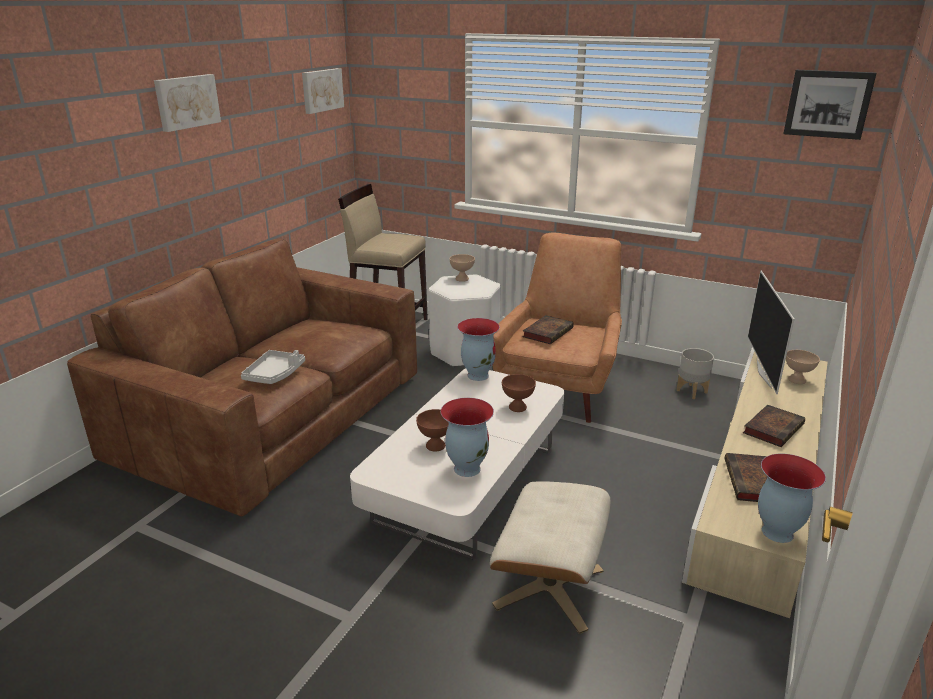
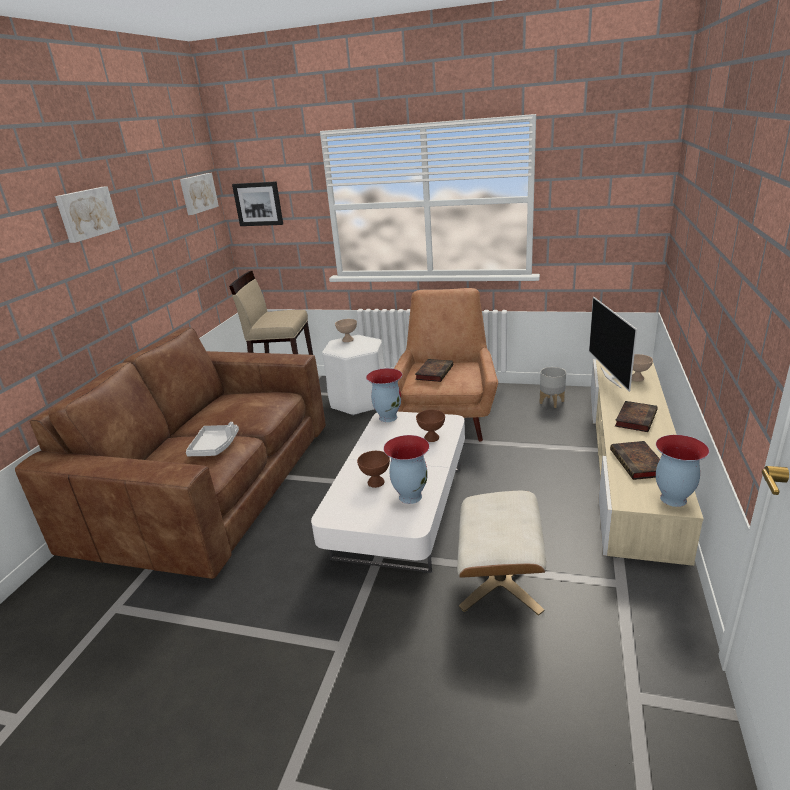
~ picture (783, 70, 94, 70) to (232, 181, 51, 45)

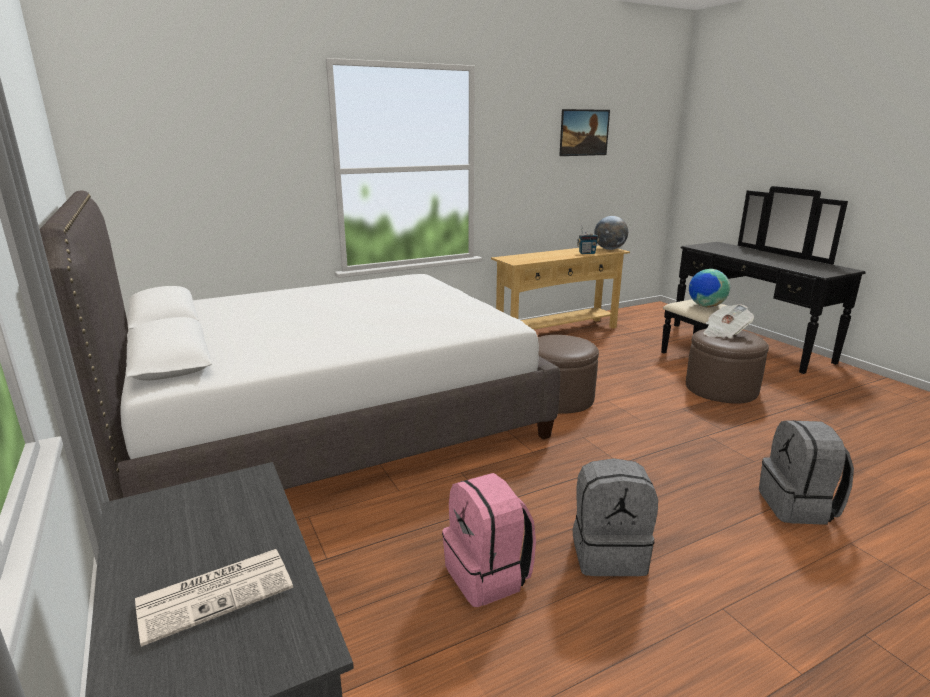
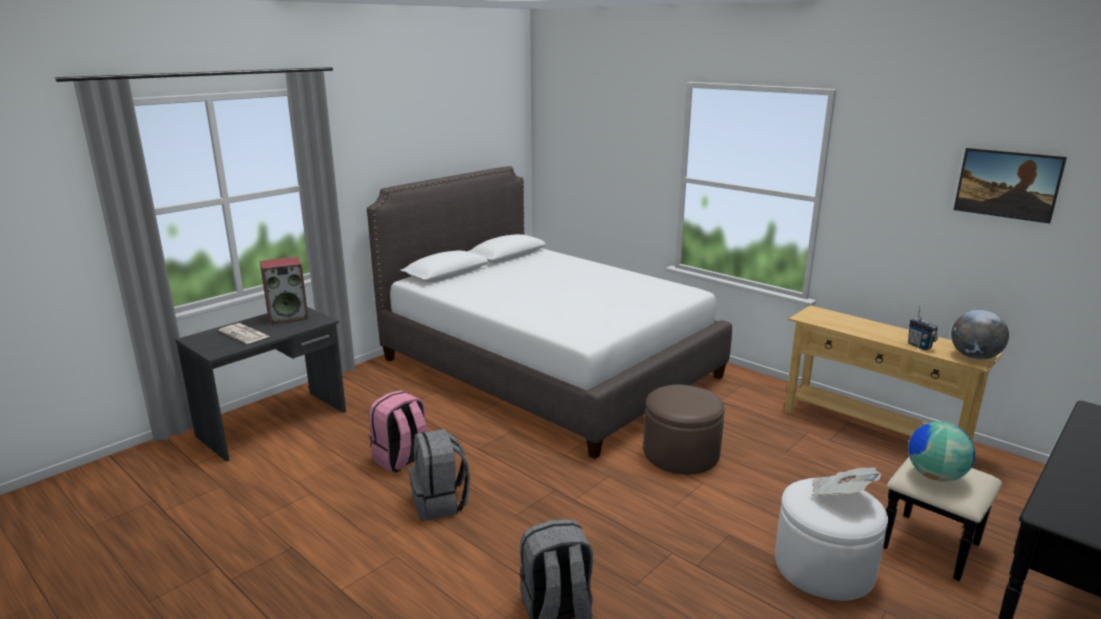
+ speaker (260, 257, 49, 68)
~ ottoman in brown (686, 329, 83, 75) to ottoman in white (775, 478, 113, 123)

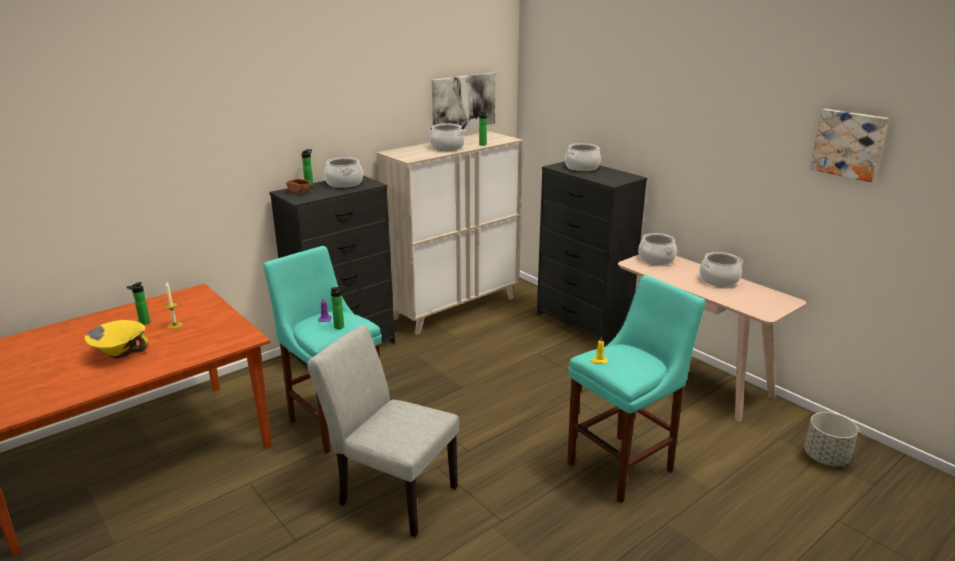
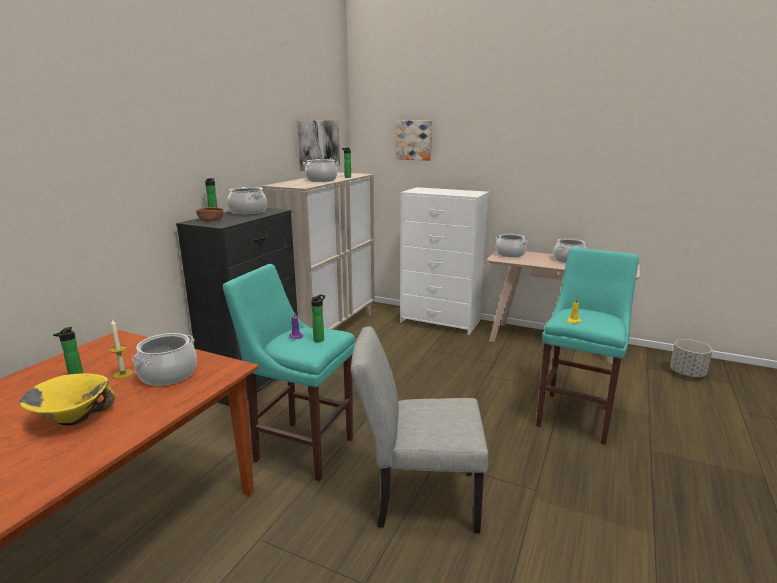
~ stockpot (565, 143, 36, 28) to (132, 333, 65, 53)
~ picture (810, 109, 79, 73) to (396, 121, 36, 40)
~ dresser in black (537, 161, 110, 183) to dresser in white (400, 187, 89, 148)

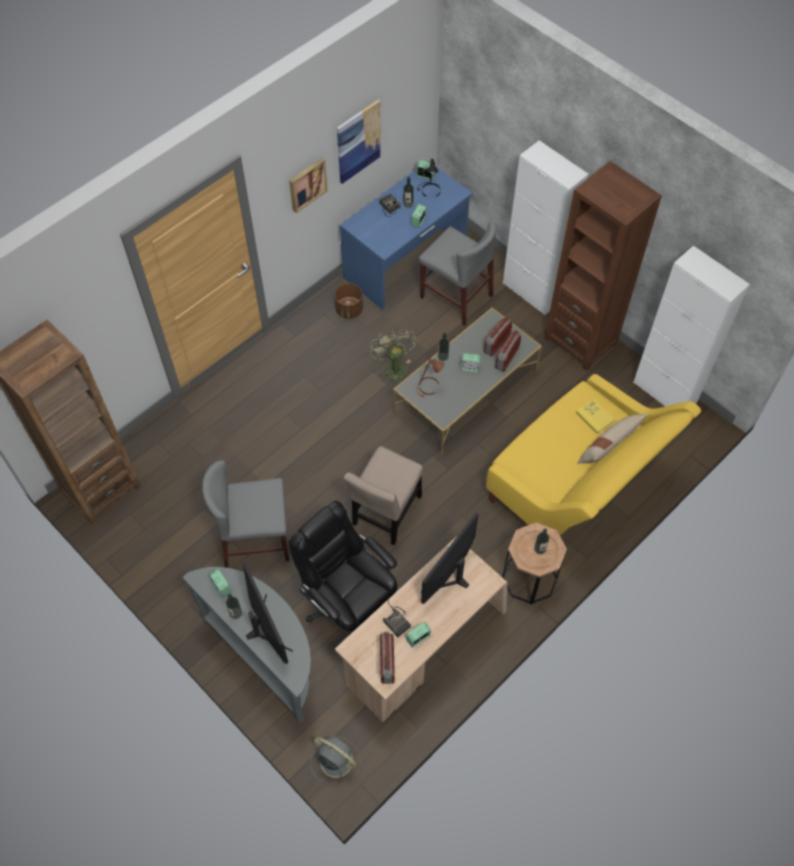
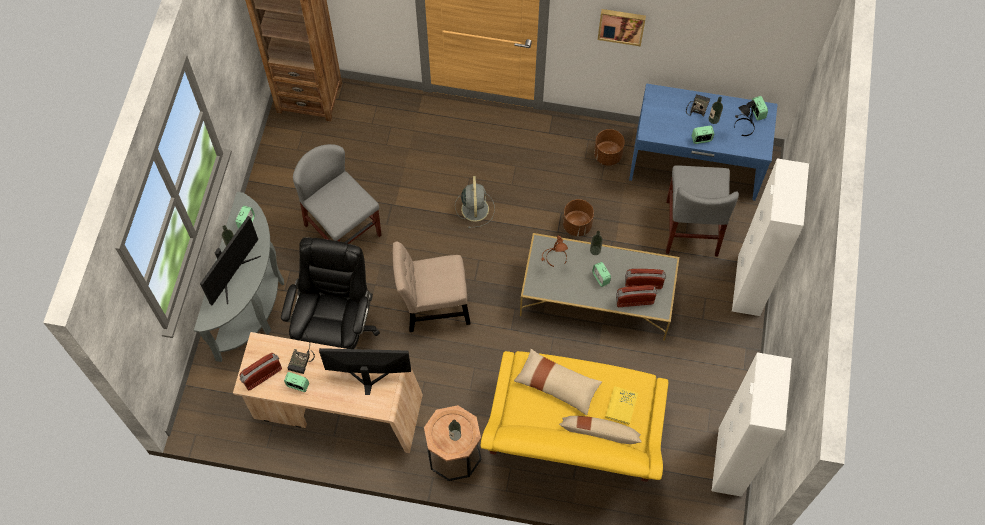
- picture (337, 99, 44, 85)
- bookcase in brown (545, 161, 117, 210)
+ pillow in sand-coloured (514, 349, 88, 66)
~ electric fan in greyish (311, 736, 50, 47) to (455, 176, 40, 52)
~ electric fan in greenish (370, 328, 47, 56) to plant pot in brown (563, 199, 31, 37)

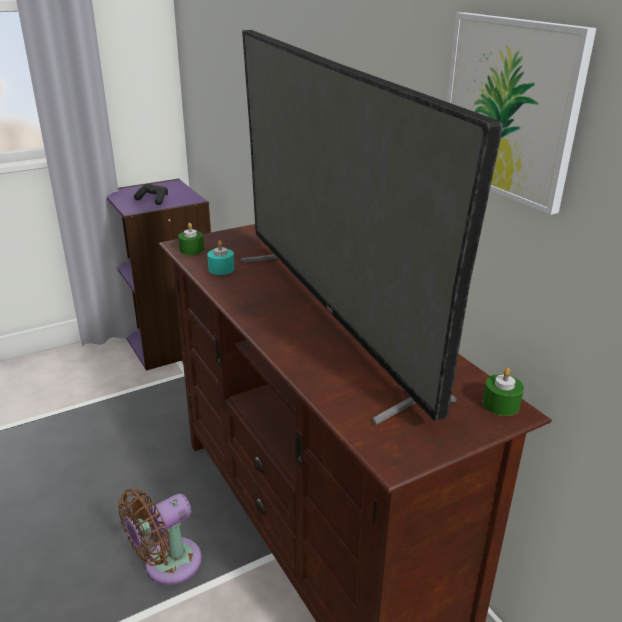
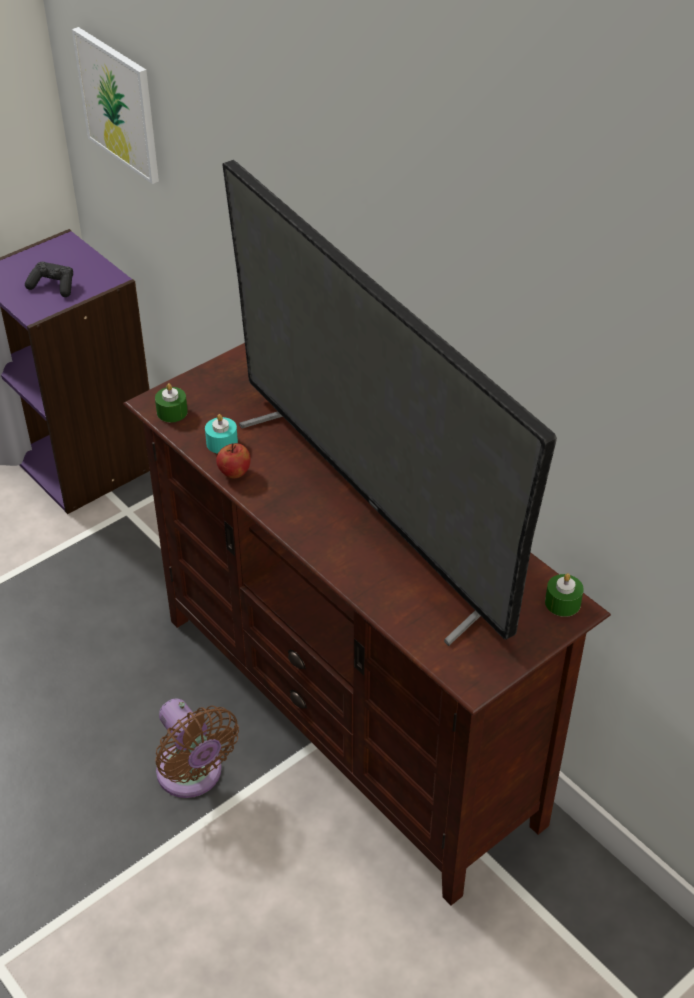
+ apple (216, 443, 35, 35)
~ picture (447, 12, 149, 203) to (72, 27, 87, 157)
~ electric fan in brown (118, 488, 84, 97) = (155, 699, 84, 99) 75 degrees counterclockwise

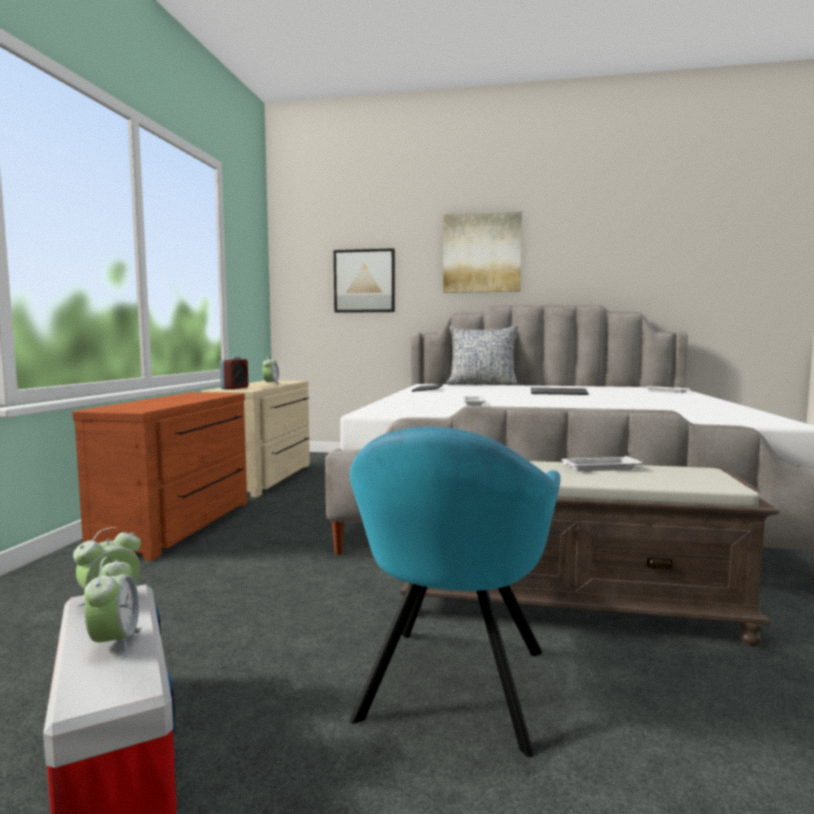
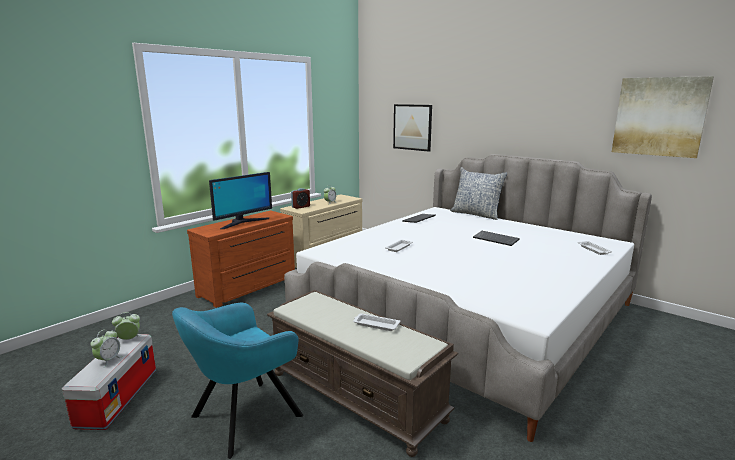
+ computer display (209, 172, 63, 57)
~ picture (443, 211, 79, 82) to (612, 76, 102, 82)

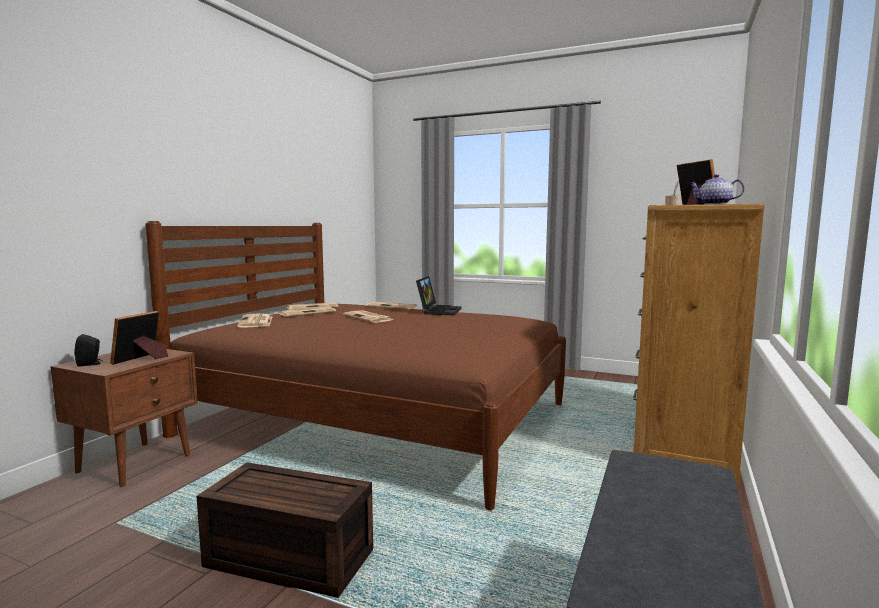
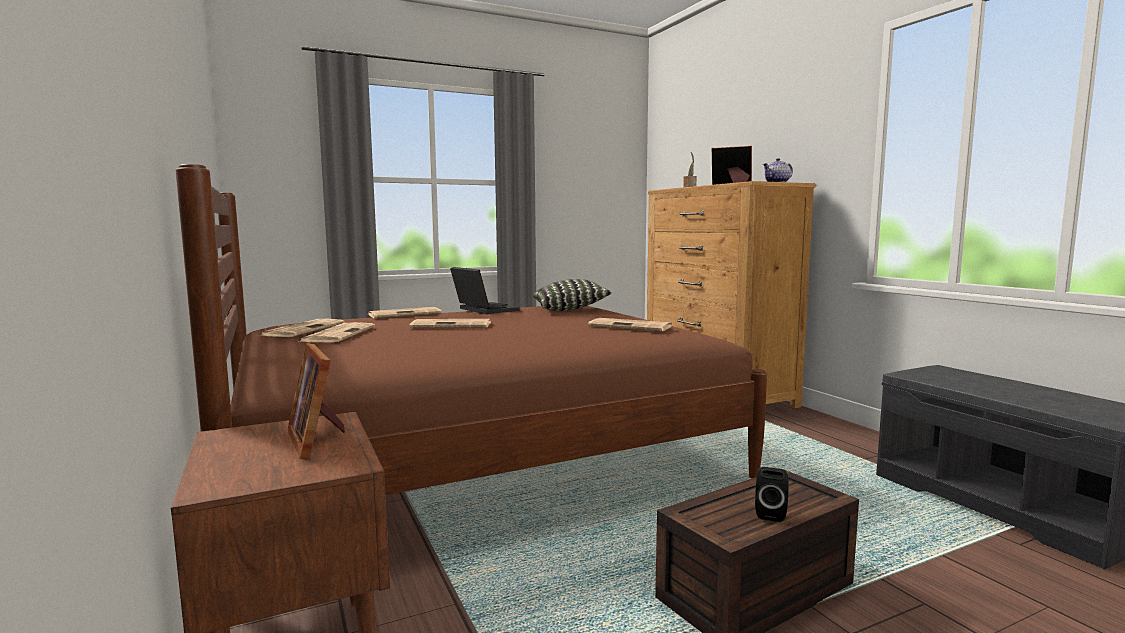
+ pillow (533, 279, 79, 32)
~ speaker in black (74, 334, 29, 33) to (755, 467, 34, 55)
~ printed paper (237, 314, 35, 14) to (588, 318, 84, 13)

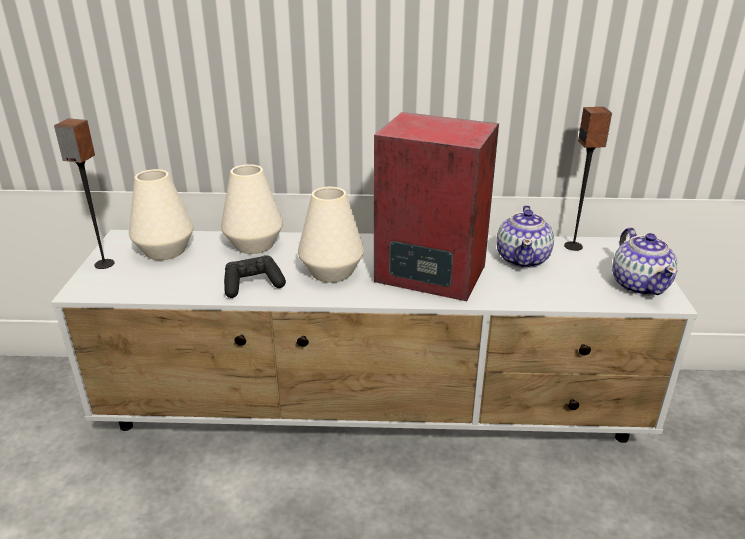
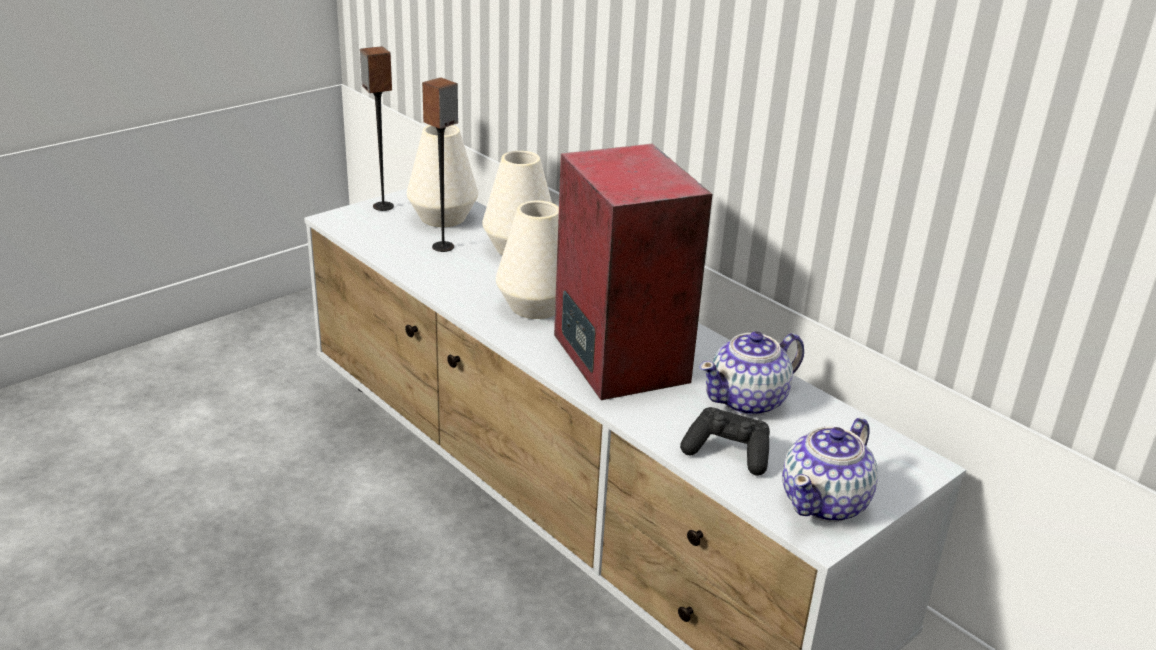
~ joypad in black (224, 255, 62, 43) to (680, 407, 90, 69)
~ speaker (564, 107, 48, 144) to (422, 77, 36, 175)

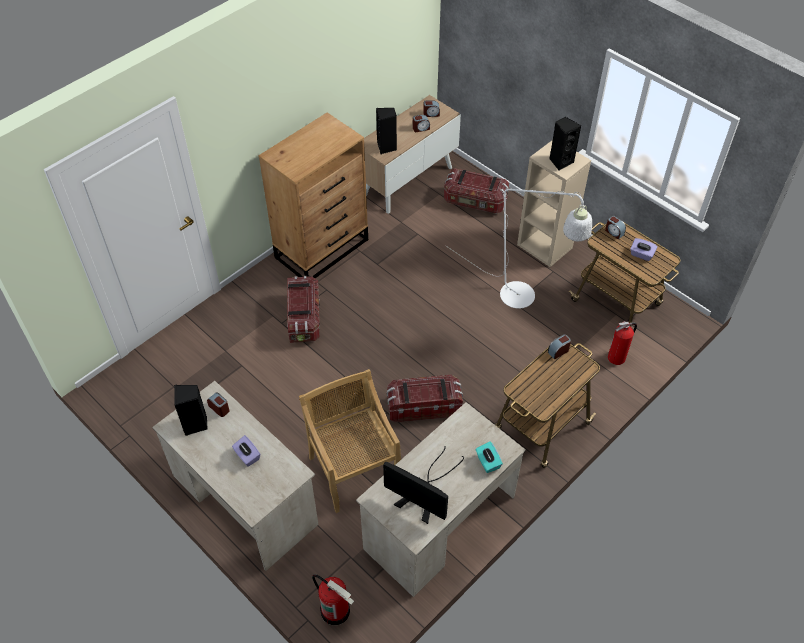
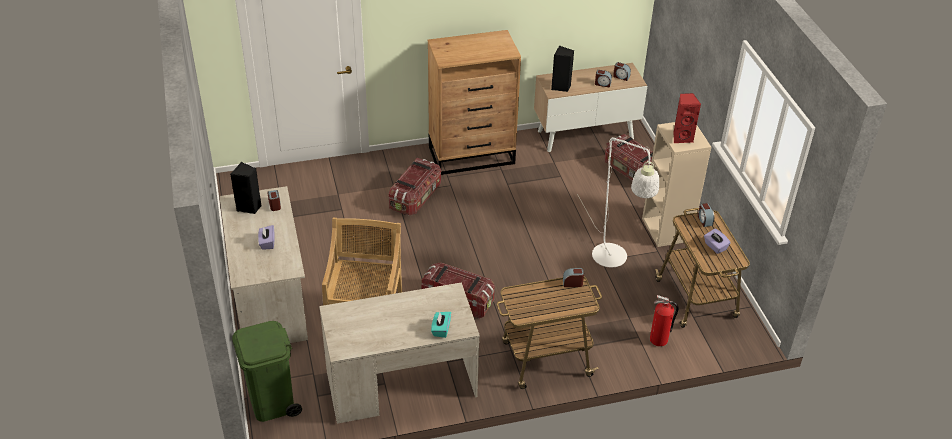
- computer display (383, 446, 81, 78)
~ fire extinguisher (312, 574, 42, 51) to rubbish bin in greenish (232, 321, 70, 101)
~ speaker in black (549, 117, 32, 53) to speaker in red-coloured (674, 93, 27, 50)

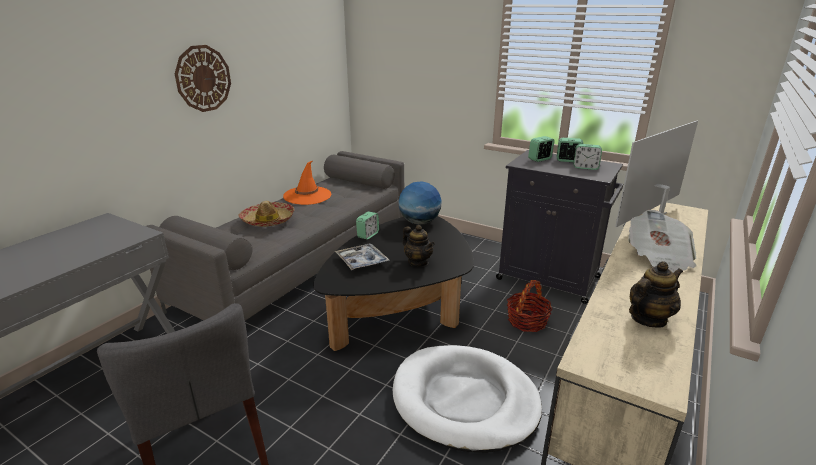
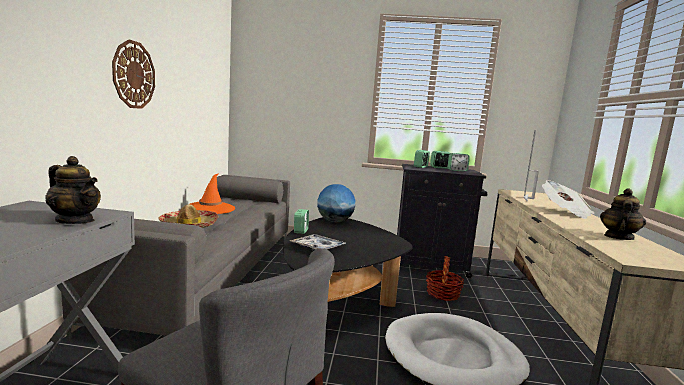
~ tea pot (403, 225, 32, 42) to (45, 156, 56, 68)

